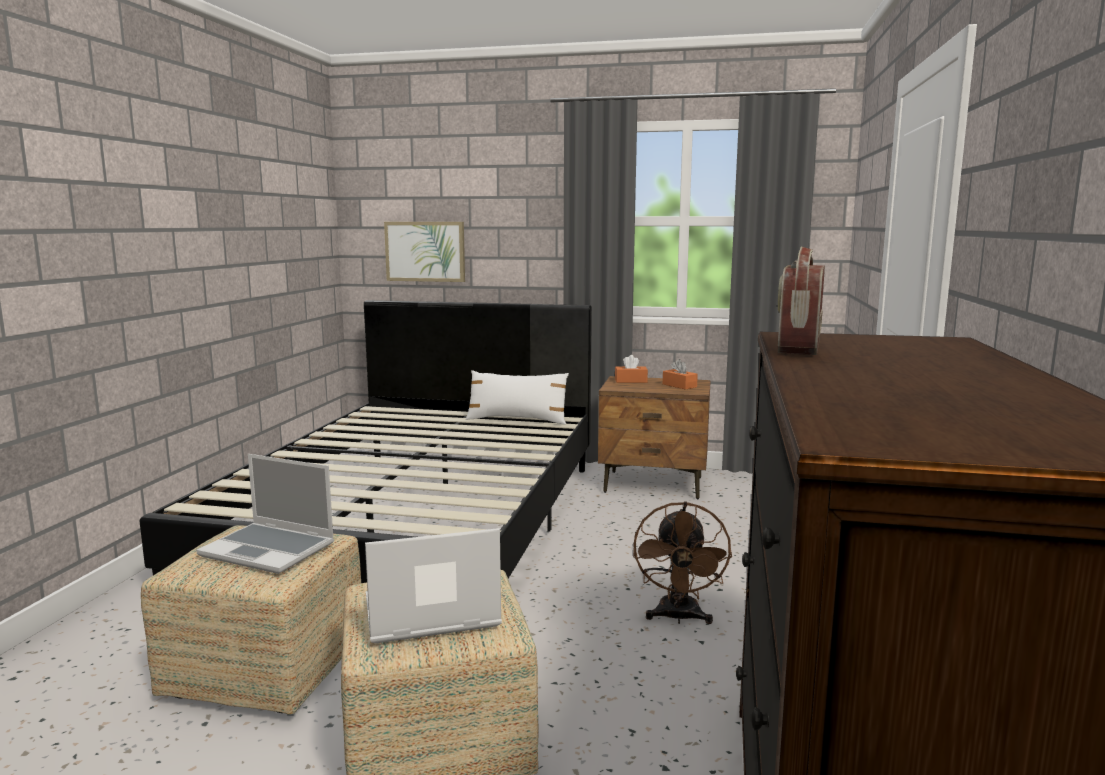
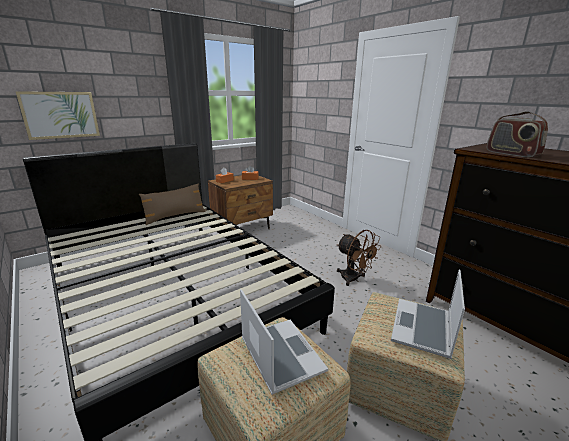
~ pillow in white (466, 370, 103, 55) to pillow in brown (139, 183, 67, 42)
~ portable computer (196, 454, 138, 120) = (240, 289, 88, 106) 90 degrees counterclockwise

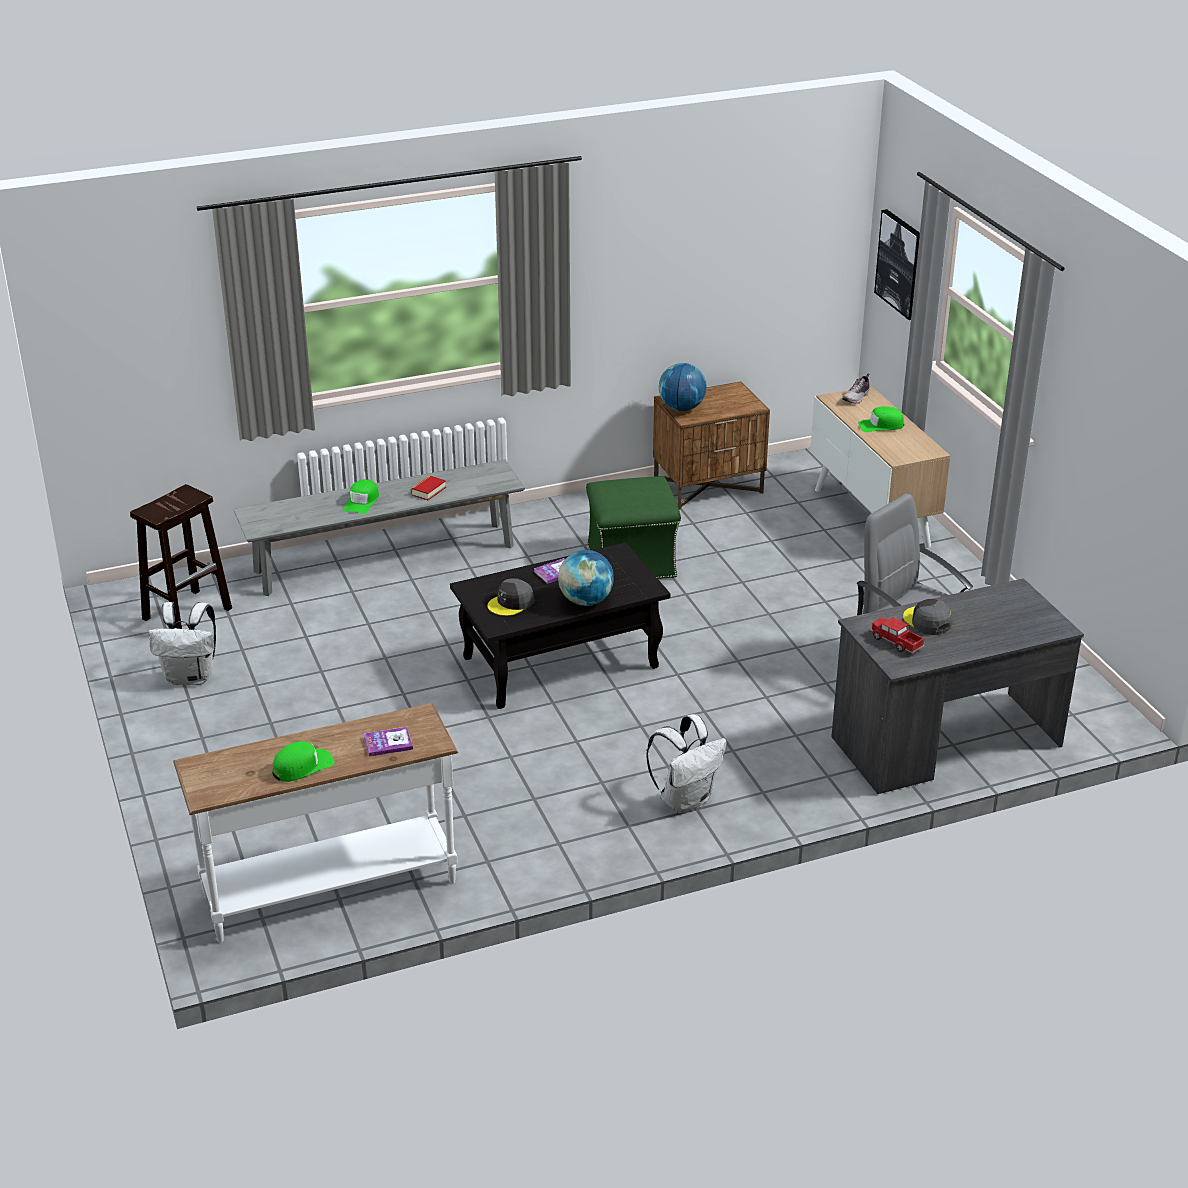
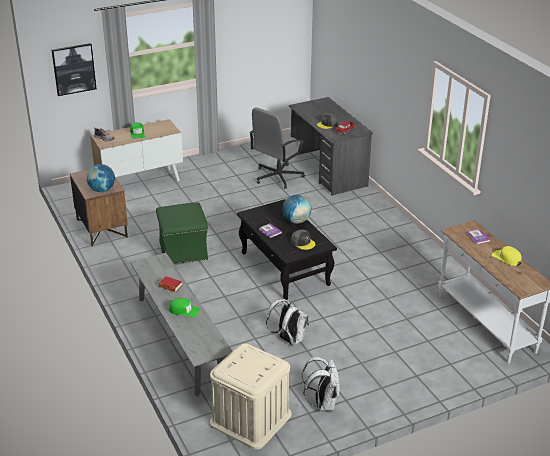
~ knapsack in white (646, 714, 81, 99) to (266, 298, 43, 48)
~ stool seat in brown (130, 484, 102, 145) to storage bin in sand-coloured (210, 344, 82, 105)
~ peaked cap in greenish (272, 741, 63, 41) to peaked cap in yellowish (492, 246, 30, 20)

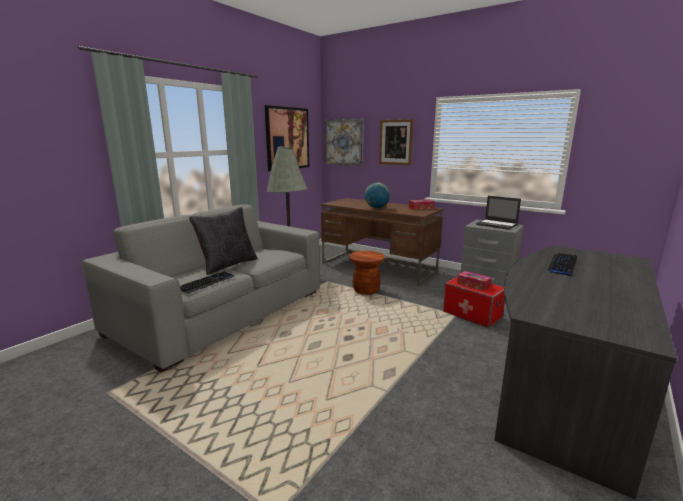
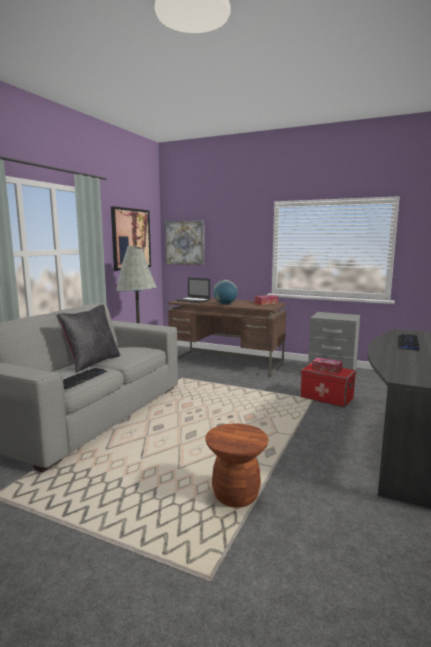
- picture (379, 119, 34, 46)
~ stool seat in brown (349, 251, 36, 44) to (205, 423, 64, 85)
~ portable computer (476, 196, 45, 34) to (176, 278, 34, 25)

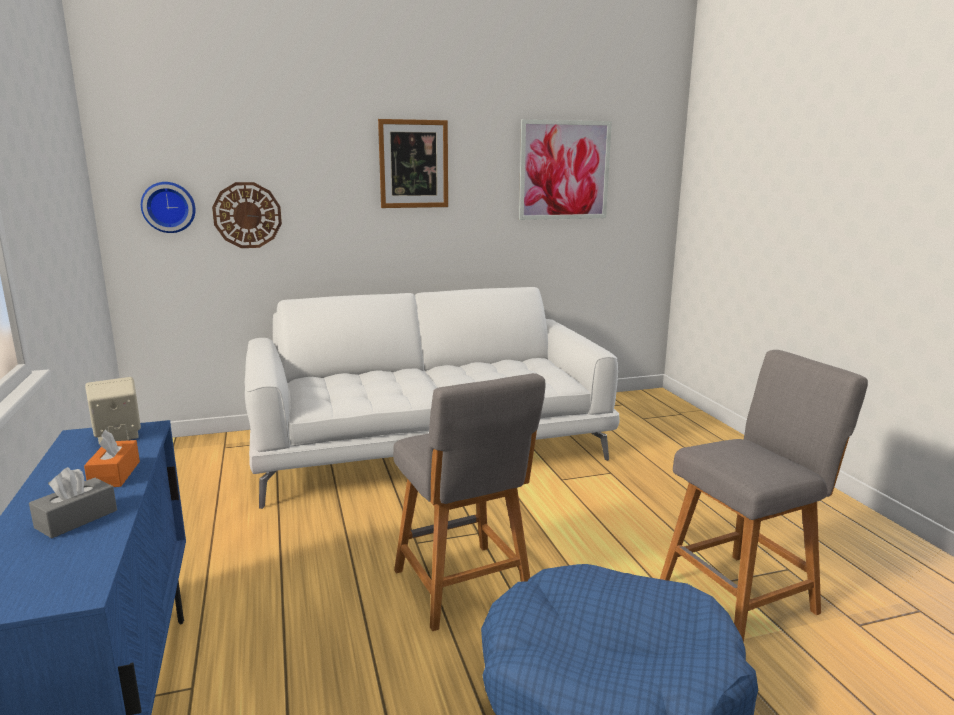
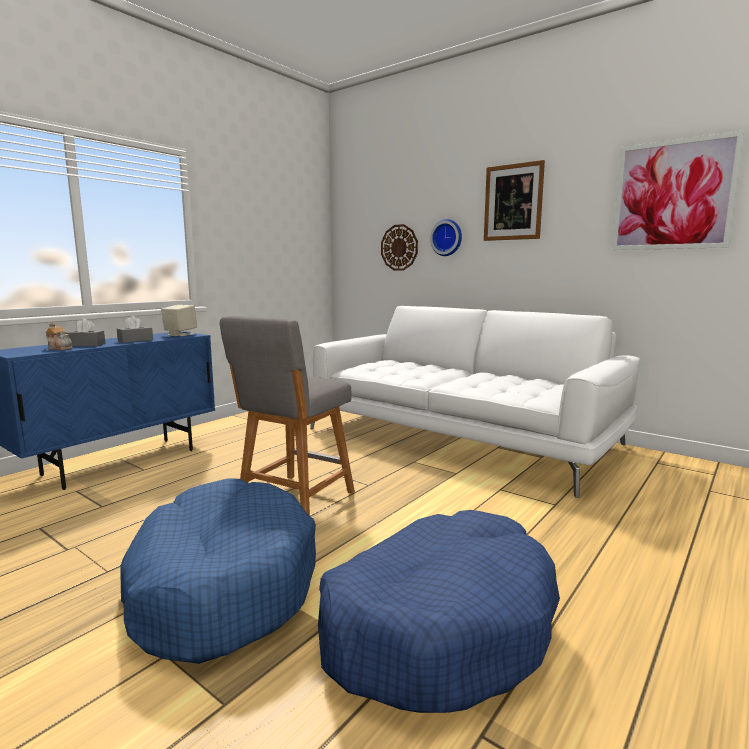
+ tea pot (45, 322, 27, 28)
~ hanging clock (141, 182, 55, 51) to (430, 219, 32, 37)
~ stool seat in greyish (660, 350, 208, 293) to dog cushion in blue (318, 510, 242, 203)
~ tissue box in orange (84, 429, 56, 58) to tissue box in greyish (117, 316, 36, 27)

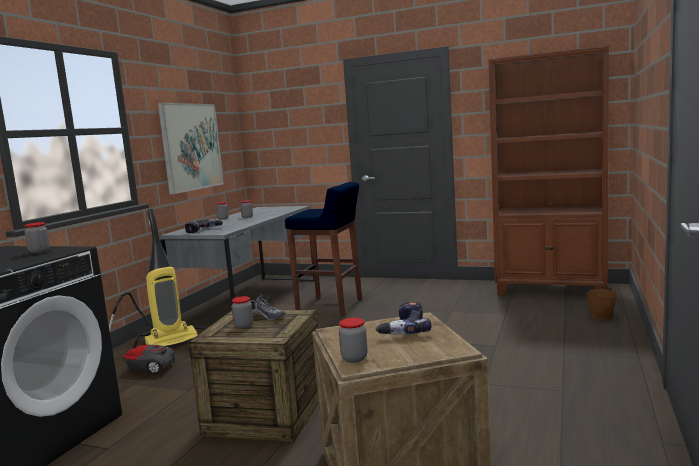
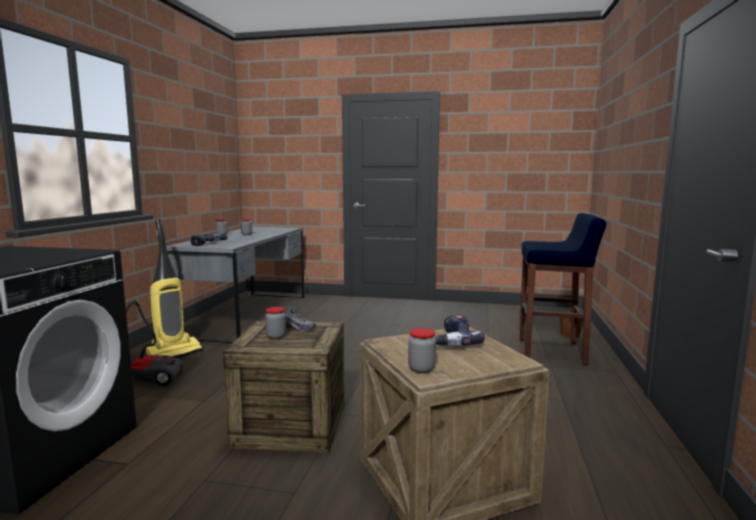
- preserve jar (24, 222, 26, 32)
- picture (158, 103, 66, 91)
- bookcase in brown (488, 45, 121, 250)
~ stool seat in blue (285, 182, 77, 134) to (519, 213, 87, 152)

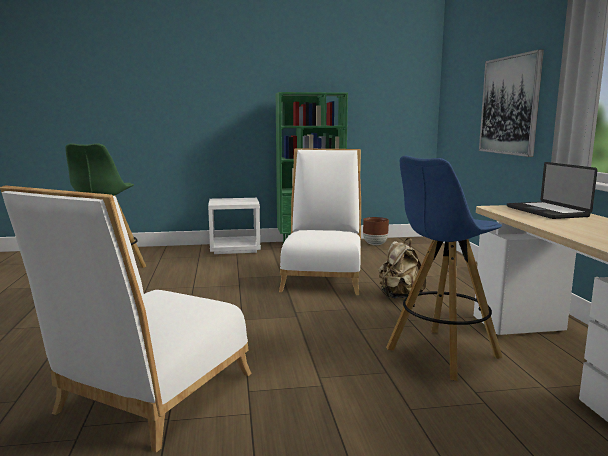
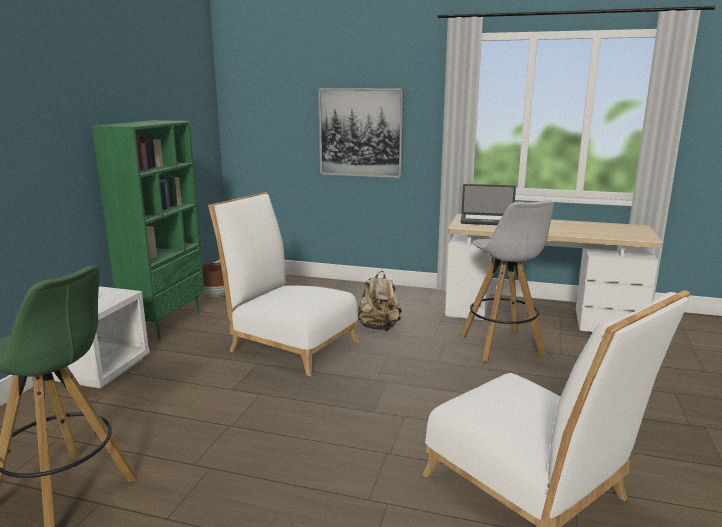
~ stool seat in blue (386, 156, 117, 225) to stool seat in white (459, 200, 95, 162)

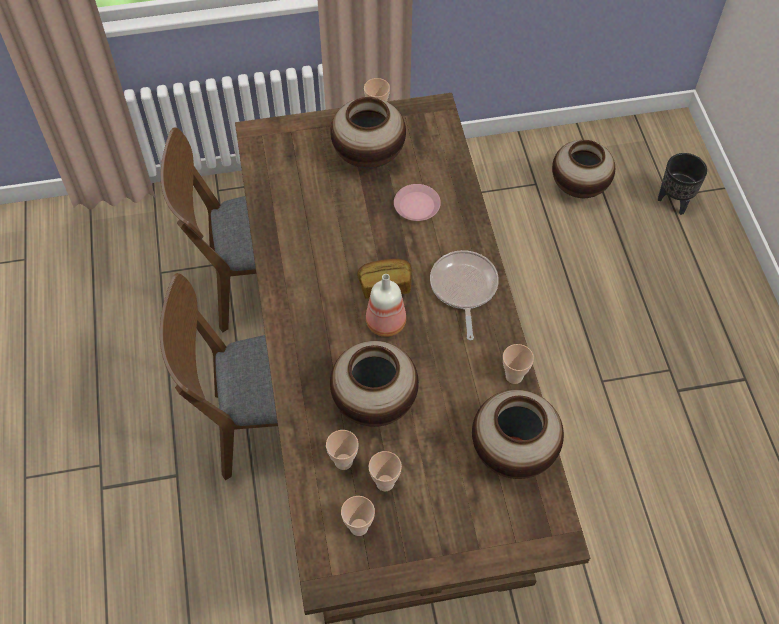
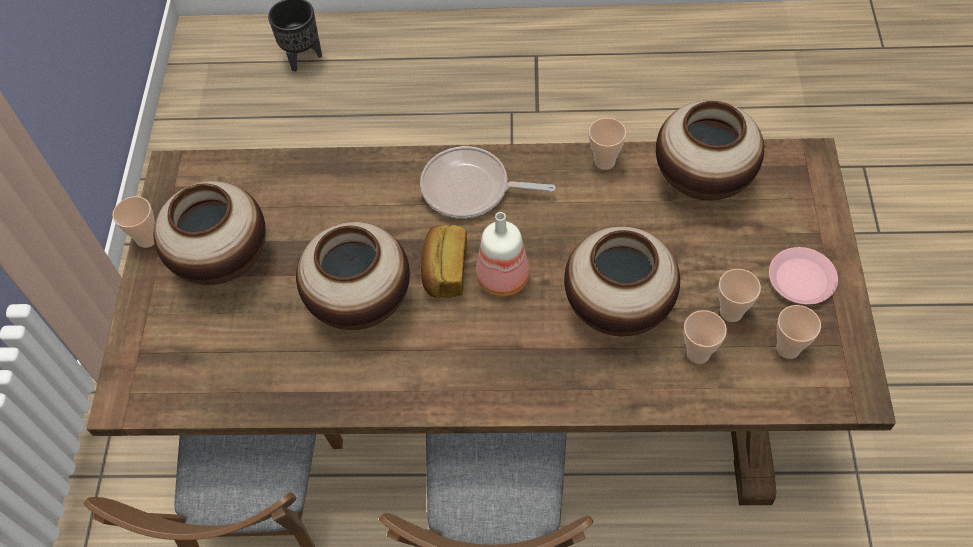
~ flat dish in pink-coloured (394, 184, 47, 37) to (769, 247, 69, 58)
~ decorative vase (552, 140, 63, 58) to (296, 222, 114, 108)

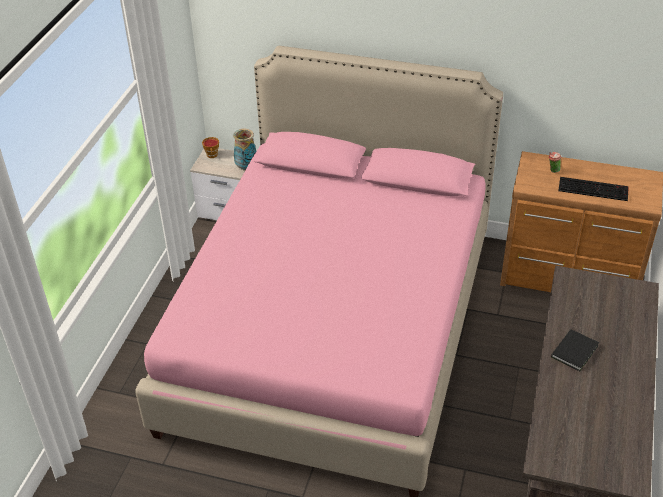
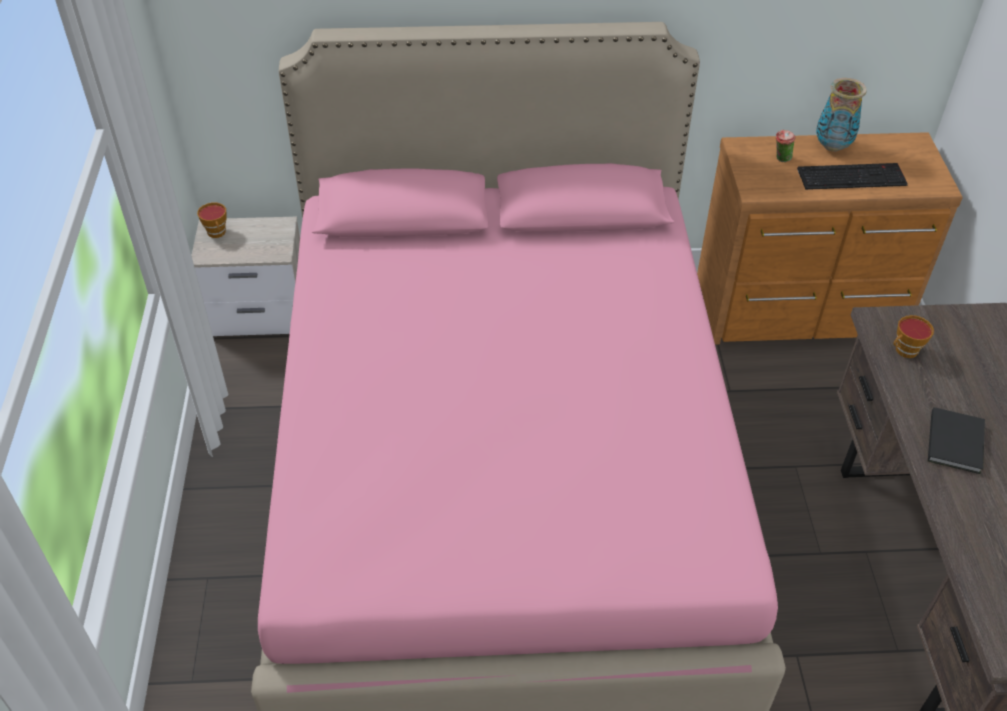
+ small cup (893, 315, 41, 43)
~ decorative vase (233, 129, 23, 42) to (816, 78, 51, 74)

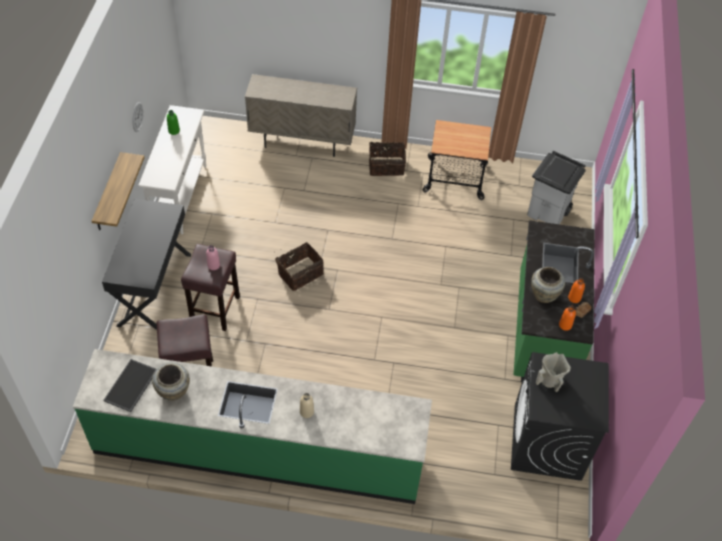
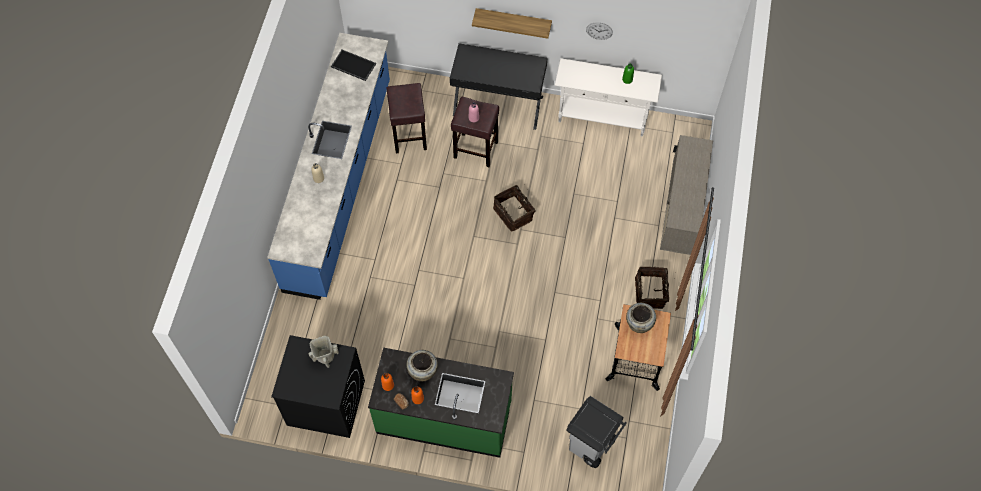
~ decorative vase in sand-coloured (152, 362, 38, 39) to (626, 303, 30, 30)
~ counter in greenish (73, 349, 359, 155) to counter in blue (267, 33, 123, 267)

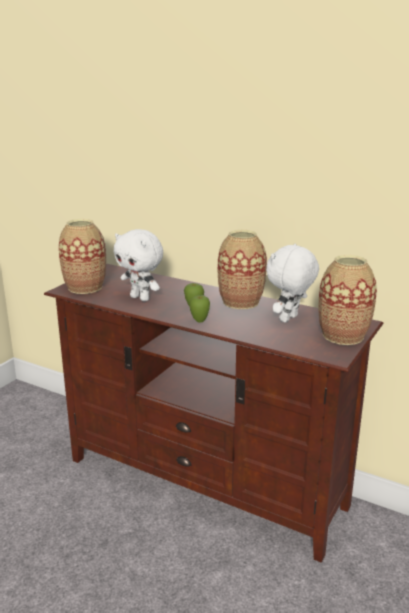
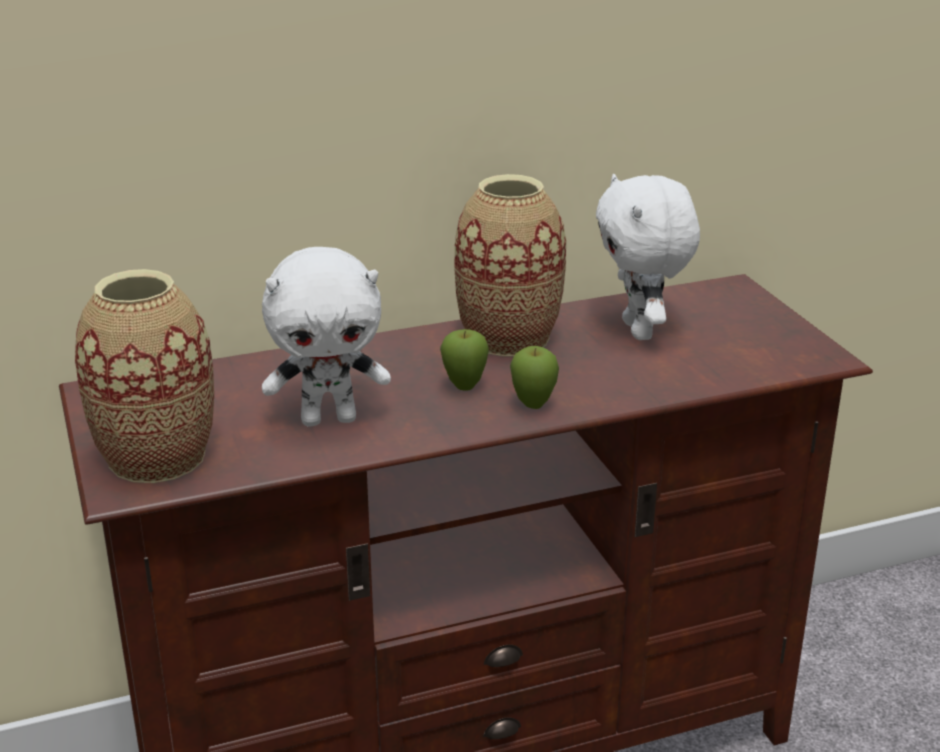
- decorative vase (318, 255, 59, 90)

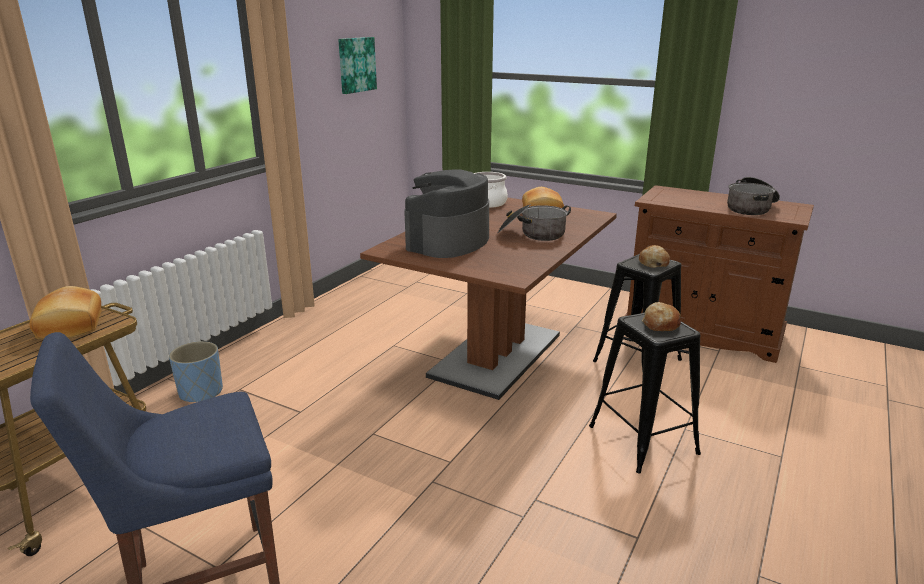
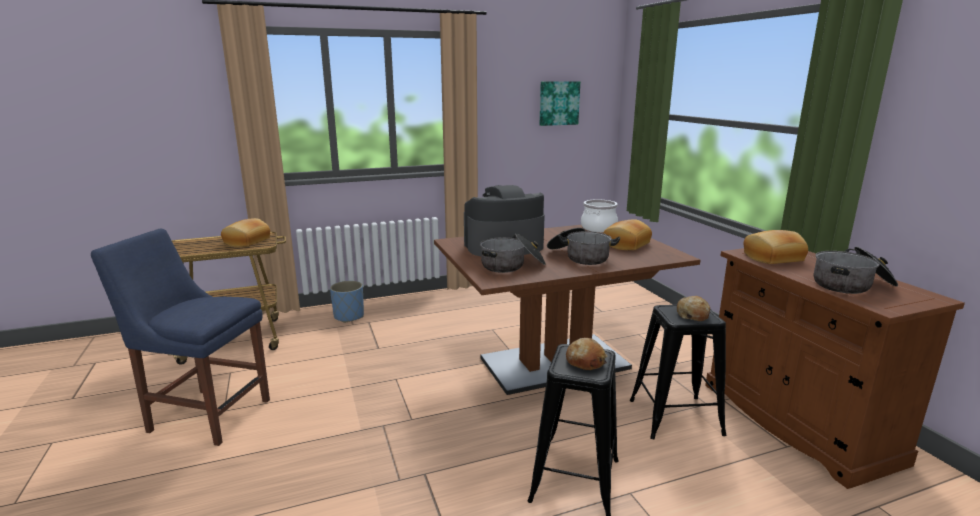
+ stockpot (480, 233, 66, 40)
+ bakery bread (744, 230, 64, 34)

